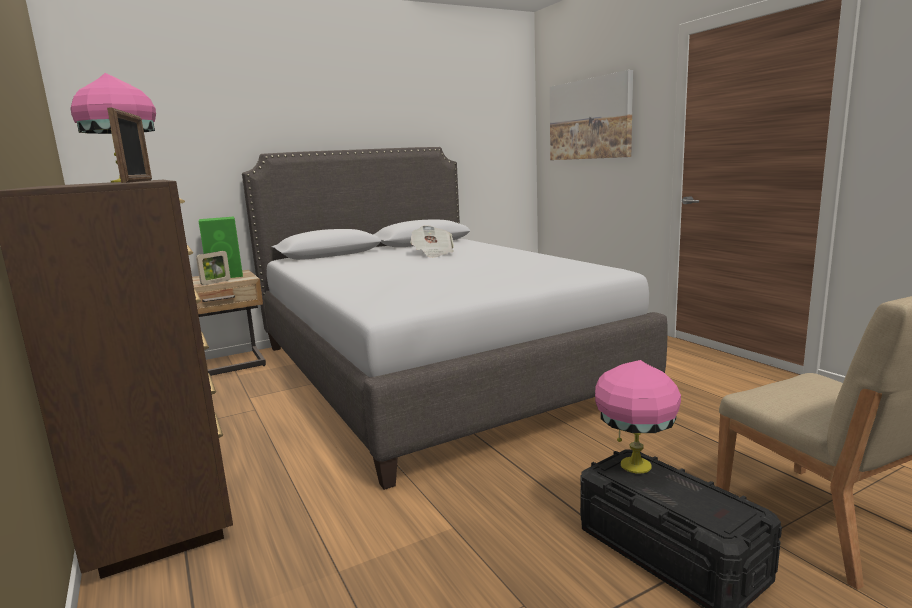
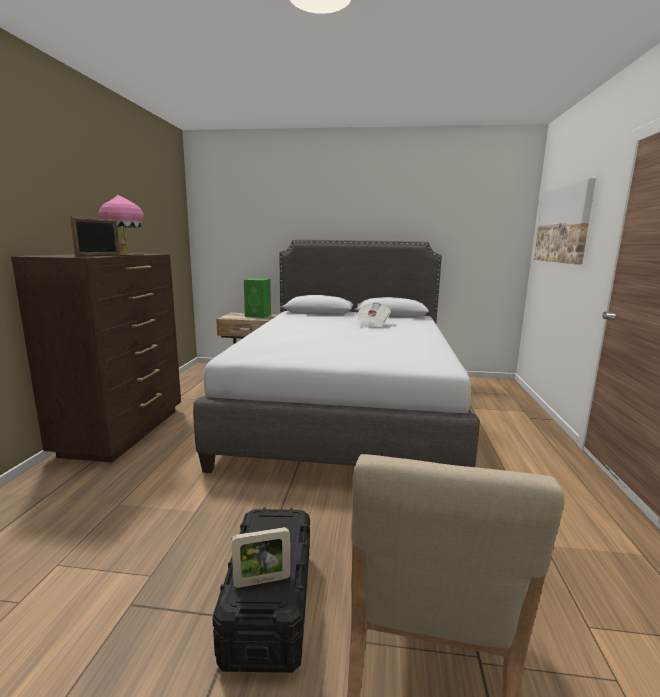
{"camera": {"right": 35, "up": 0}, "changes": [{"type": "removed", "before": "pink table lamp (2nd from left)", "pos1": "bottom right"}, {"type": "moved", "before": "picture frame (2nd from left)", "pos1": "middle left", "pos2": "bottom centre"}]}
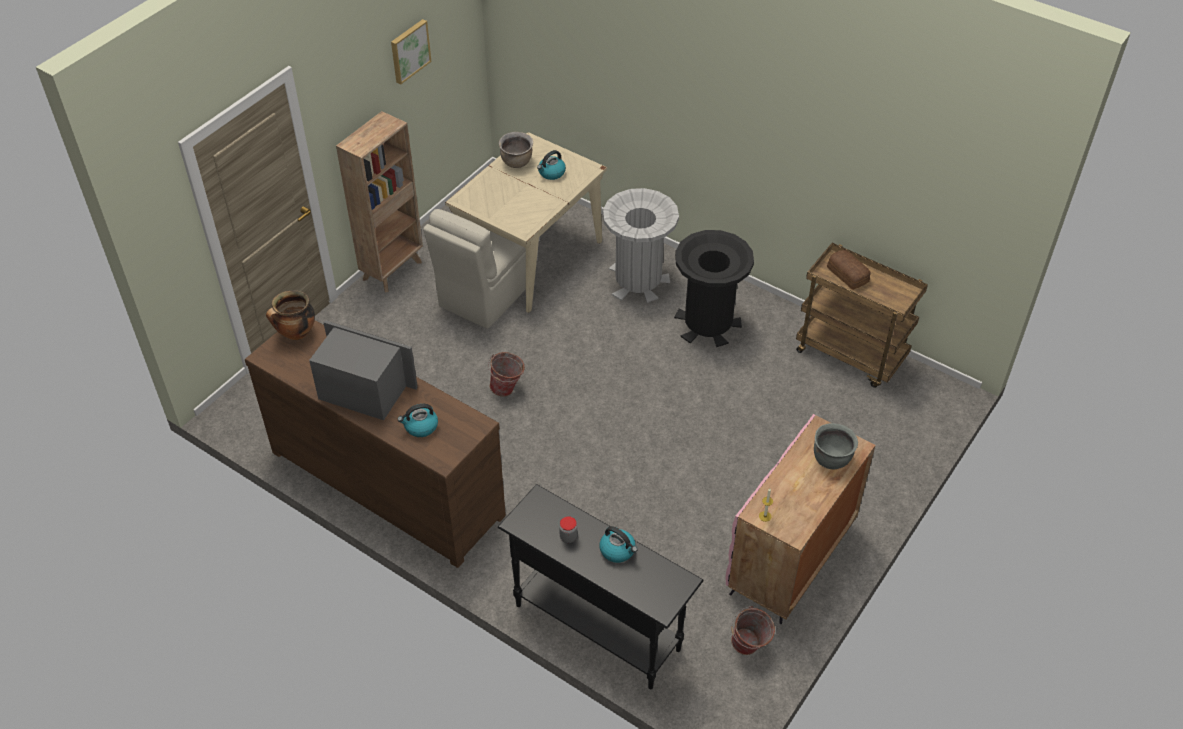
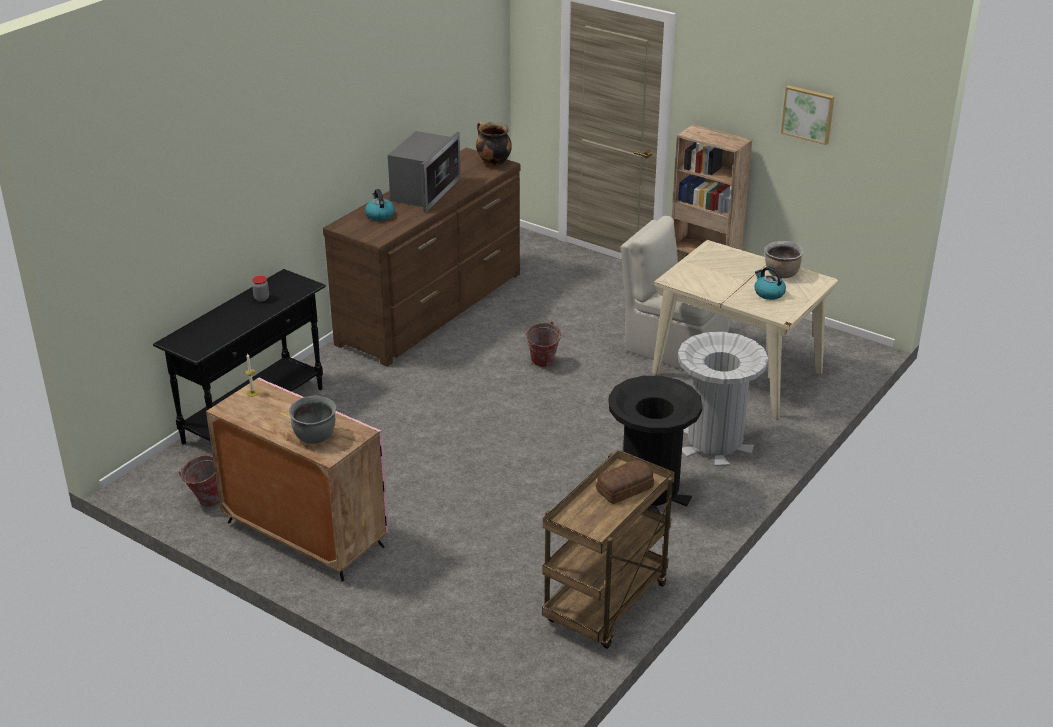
{"camera": {"right": 90, "up": -15}, "changes": [{"type": "removed", "before": "kettle (3rd from left)", "pos1": "bottom centre"}]}
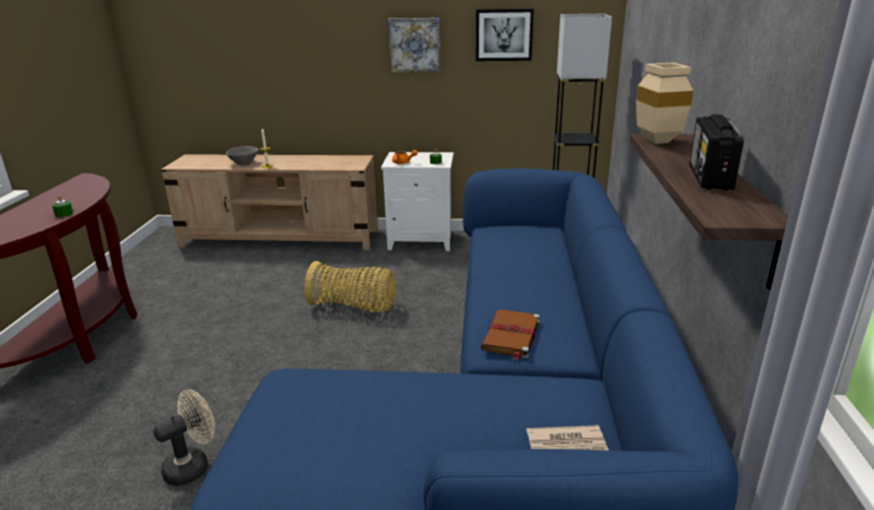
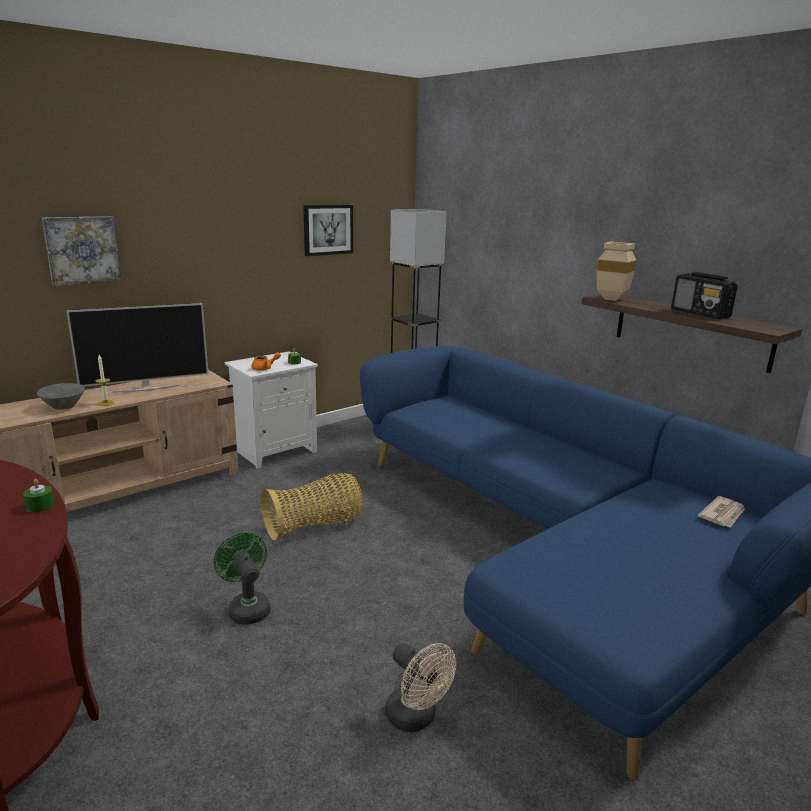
{"camera": {"right": -45, "up": -5}, "changes": [{"type": "removed", "before": "brown book", "pos1": "centre"}, {"type": "added", "after": "television", "pos2": "middle left"}, {"type": "added", "after": "green fan", "pos2": "bottom left"}, {"type": "moved", "before": "picture (1st from left)", "pos1": "top centre", "pos2": "top left"}, {"type": "turned", "before": "beige fan", "pos1": "bottom left", "pos2": "bottom centre", "turn": 135}]}
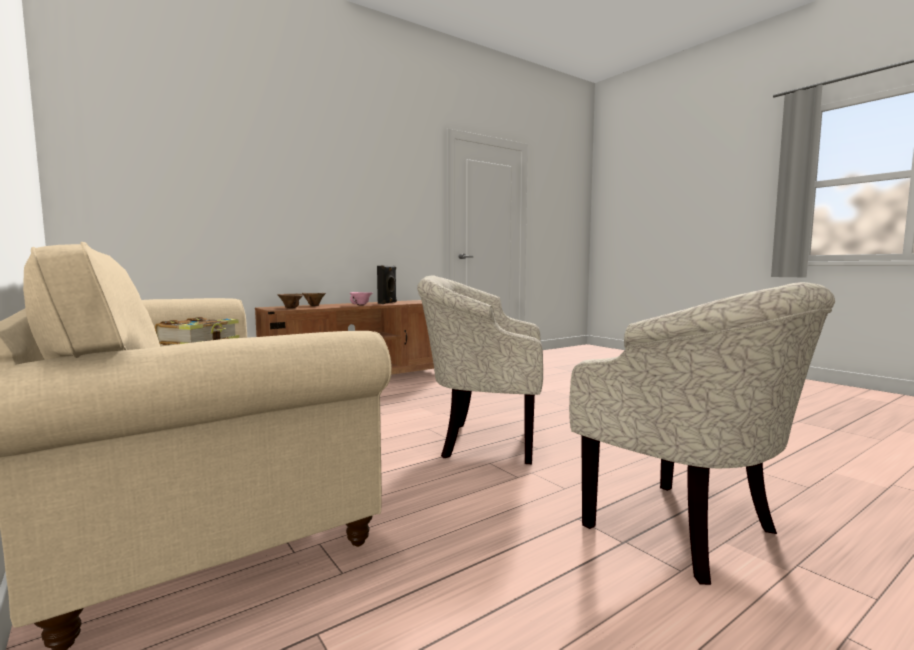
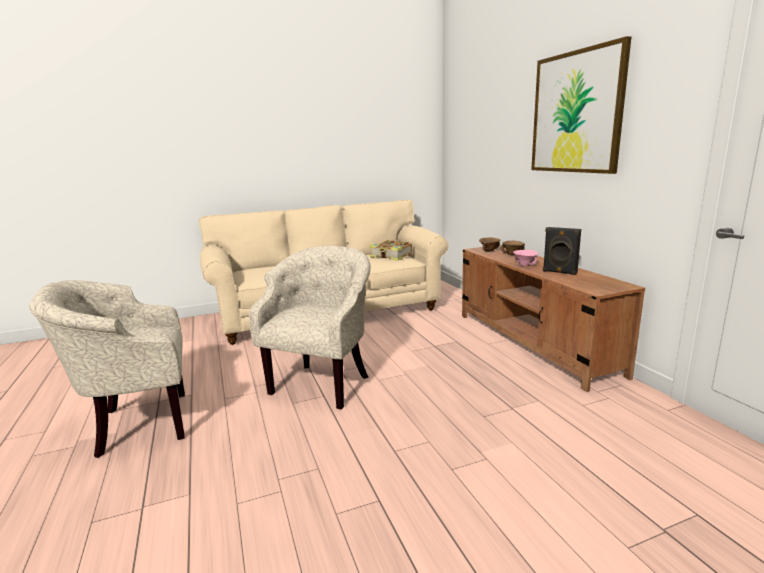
{"camera": {"right": 105, "up": 10}, "changes": [{"type": "added", "after": "picture", "pos2": "top right"}]}
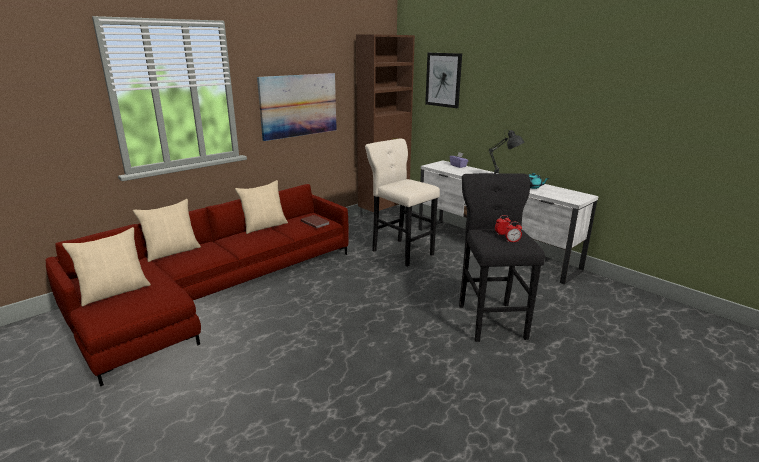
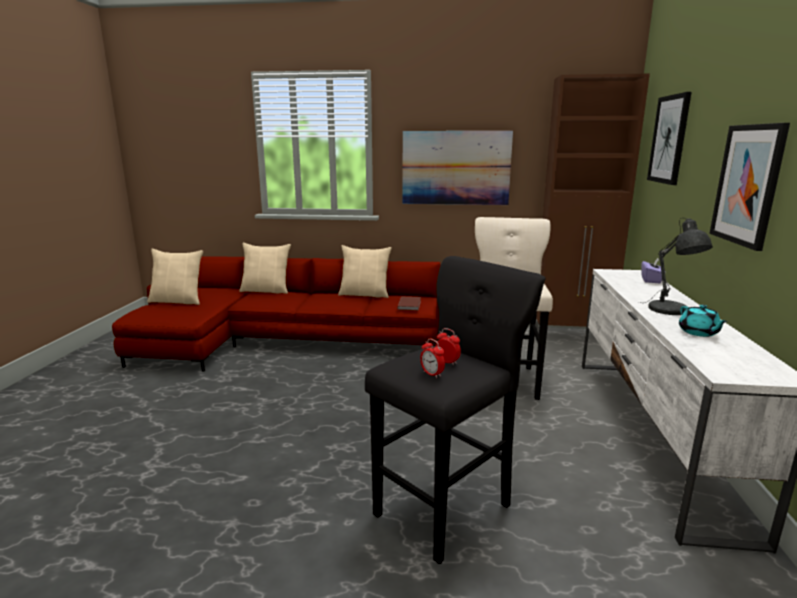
{"camera": {"right": 50, "up": -5}, "changes": [{"type": "added", "after": "picture (3rd from left)", "pos2": "top right"}]}
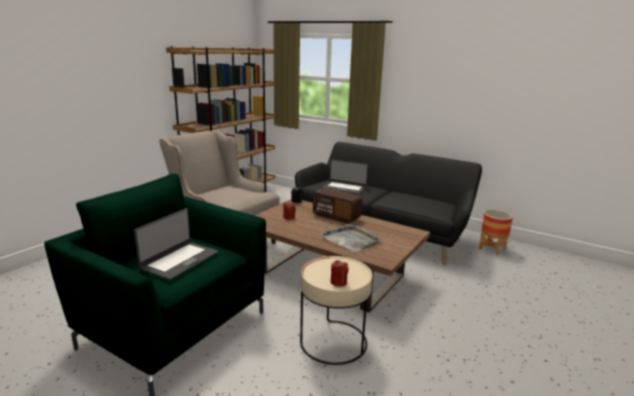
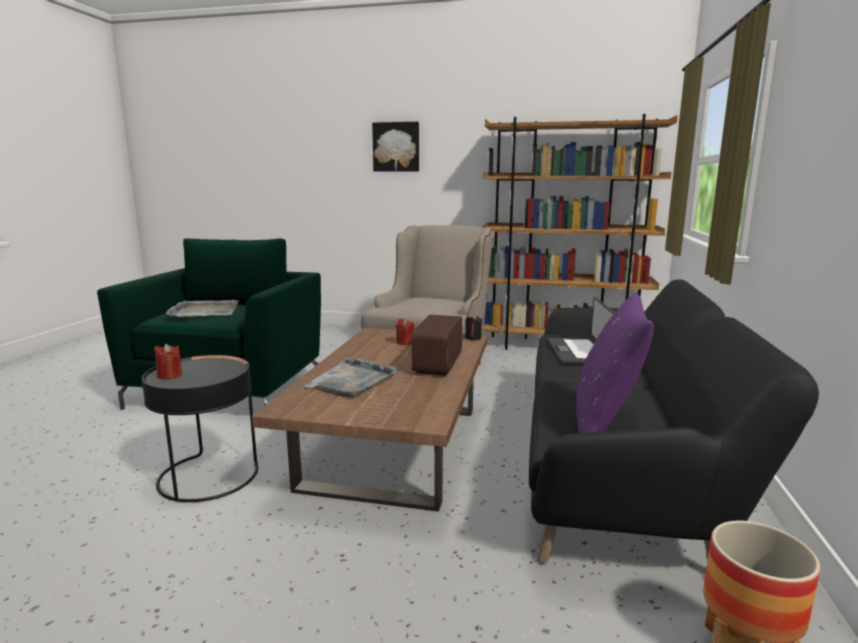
{"camera": {"right": 70, "up": -5}, "changes": [{"type": "added", "after": "picture", "pos2": "top centre"}, {"type": "added", "after": "purple pillow", "pos2": "middle right"}, {"type": "replaced", "before": "laptop (1st from left)", "after": "grey tray (1st from left)", "pos1": "middle left", "pos2": "middle left"}, {"type": "recoloured", "before": "beige side table", "after": "black side table", "pos1": "bottom centre", "pos2": "middle left"}]}
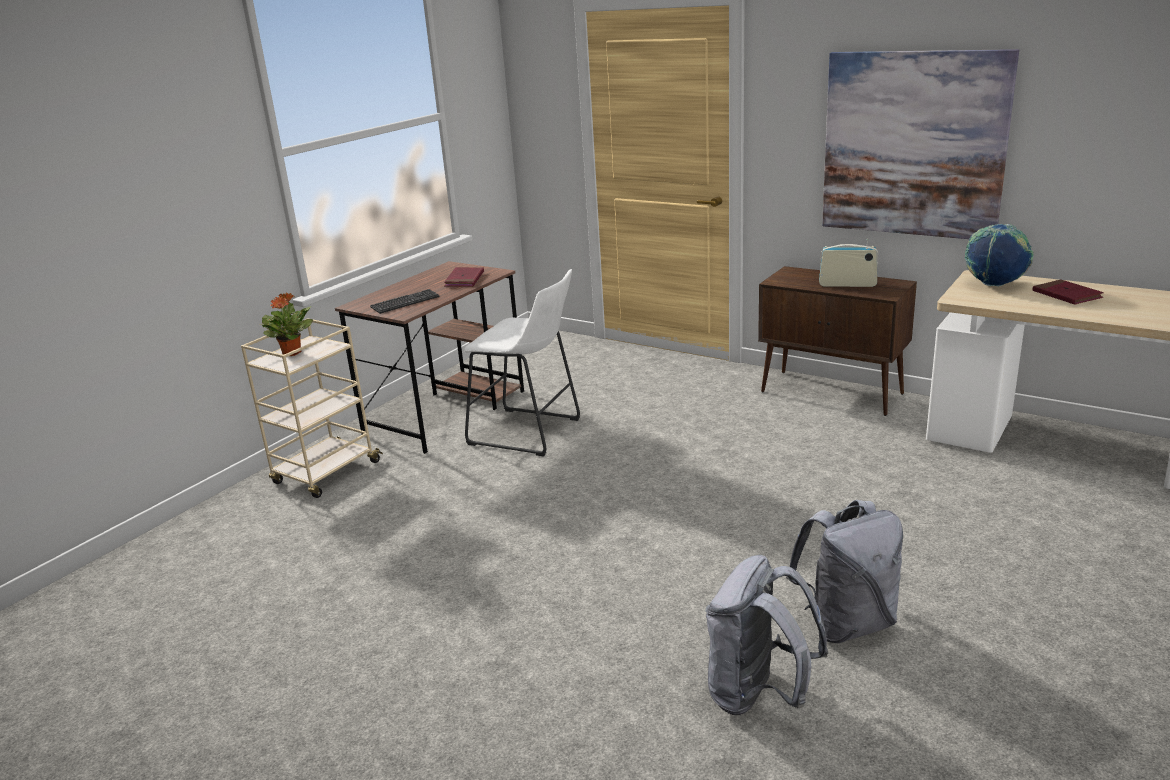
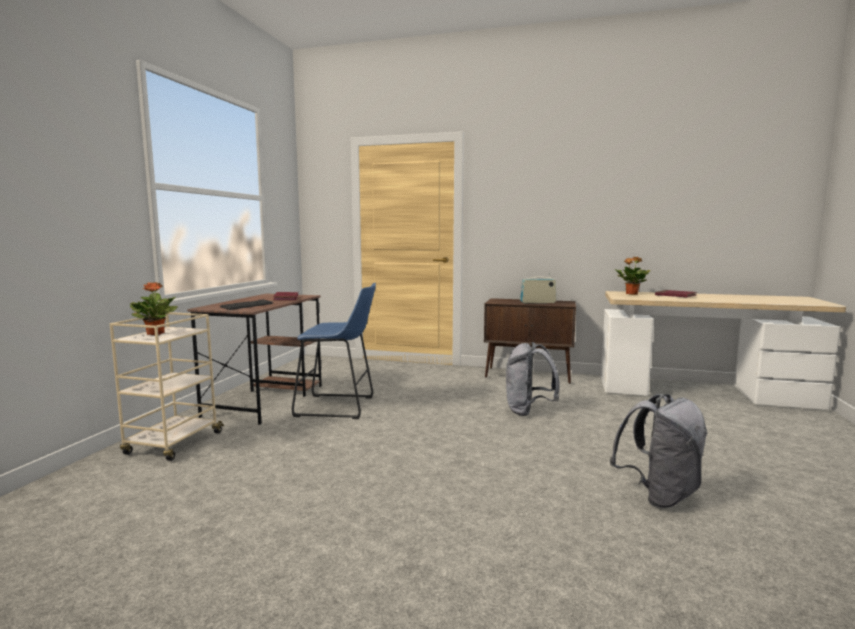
{"camera": {"right": -20, "up": -15}, "changes": [{"type": "removed", "before": "picture", "pos1": "top right"}, {"type": "moved", "before": "grey backpack (1st from left)", "pos1": "bottom centre", "pos2": "centre"}, {"type": "replaced", "before": "globe", "after": "potted plant (2nd from left)", "pos1": "top right", "pos2": "middle right"}, {"type": "recoloured", "before": "white stool", "after": "blue stool", "pos1": "centre", "pos2": "centre"}]}
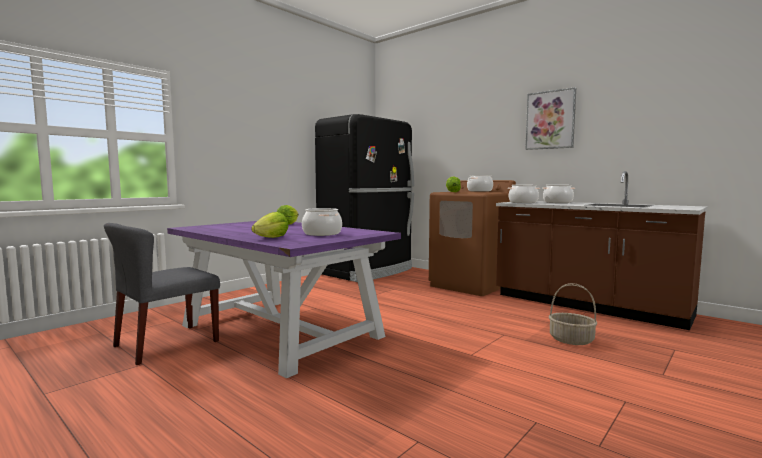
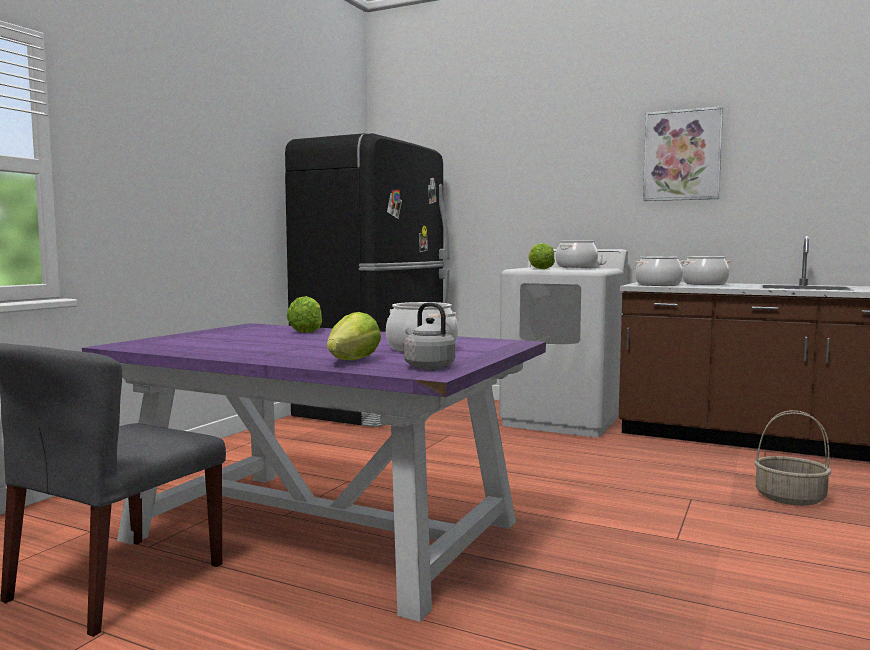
{"camera": {"right": -15, "up": 0}, "changes": [{"type": "added", "after": "grey kettle", "pos2": "centre"}, {"type": "recoloured", "before": "brown washing machine", "after": "white washing machine", "pos1": "centre", "pos2": "centre"}]}
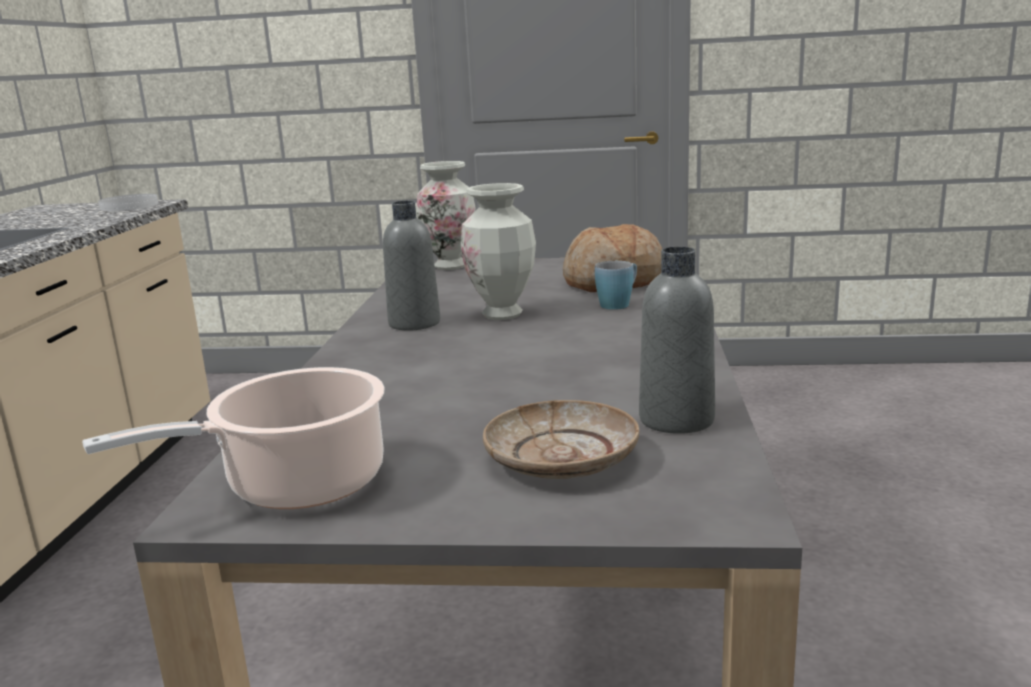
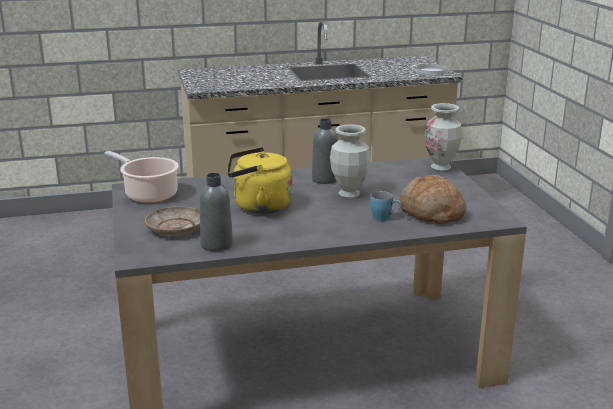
{"camera": {"right": 70, "up": 5}, "changes": [{"type": "added", "after": "yellow kettle", "pos2": "centre"}]}
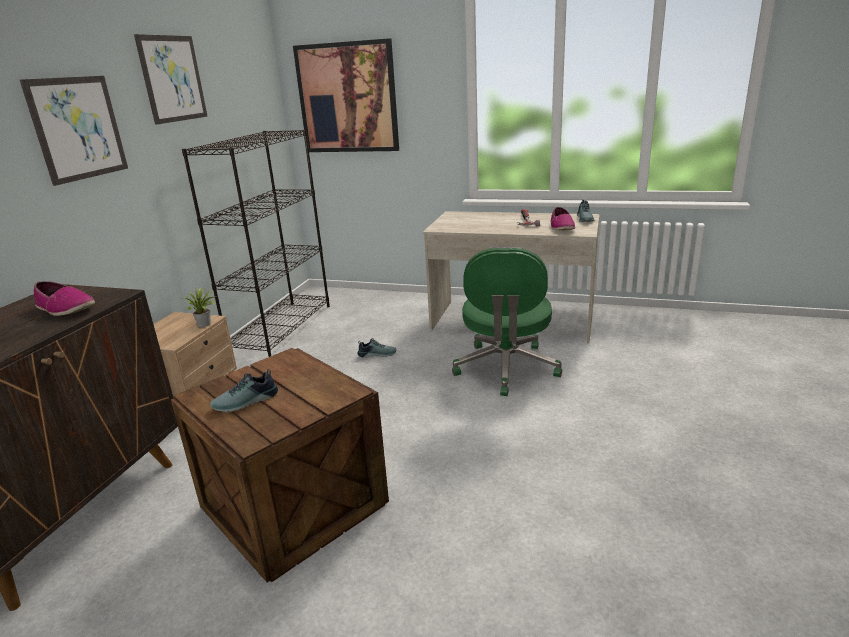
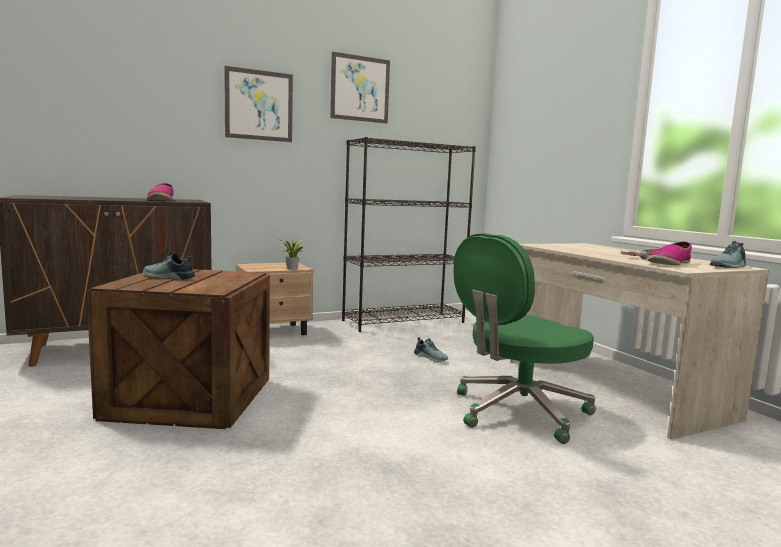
{"camera": {"right": 45, "up": -15}, "changes": [{"type": "removed", "before": "picture (3rd from left)", "pos1": "top centre"}]}
